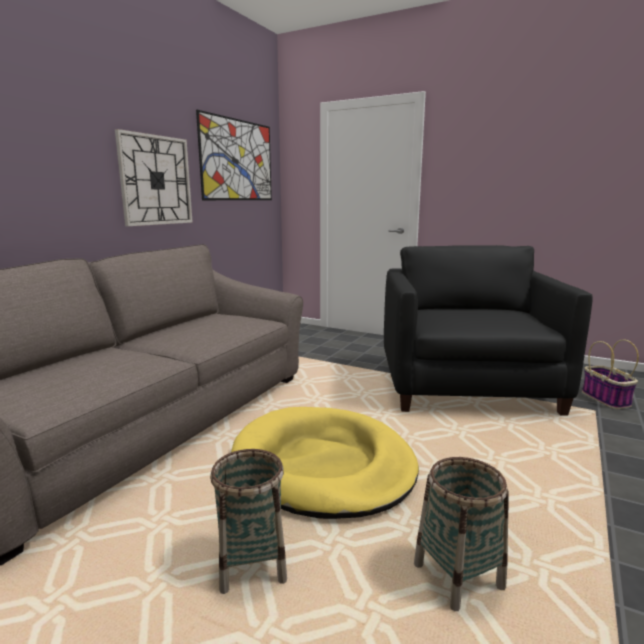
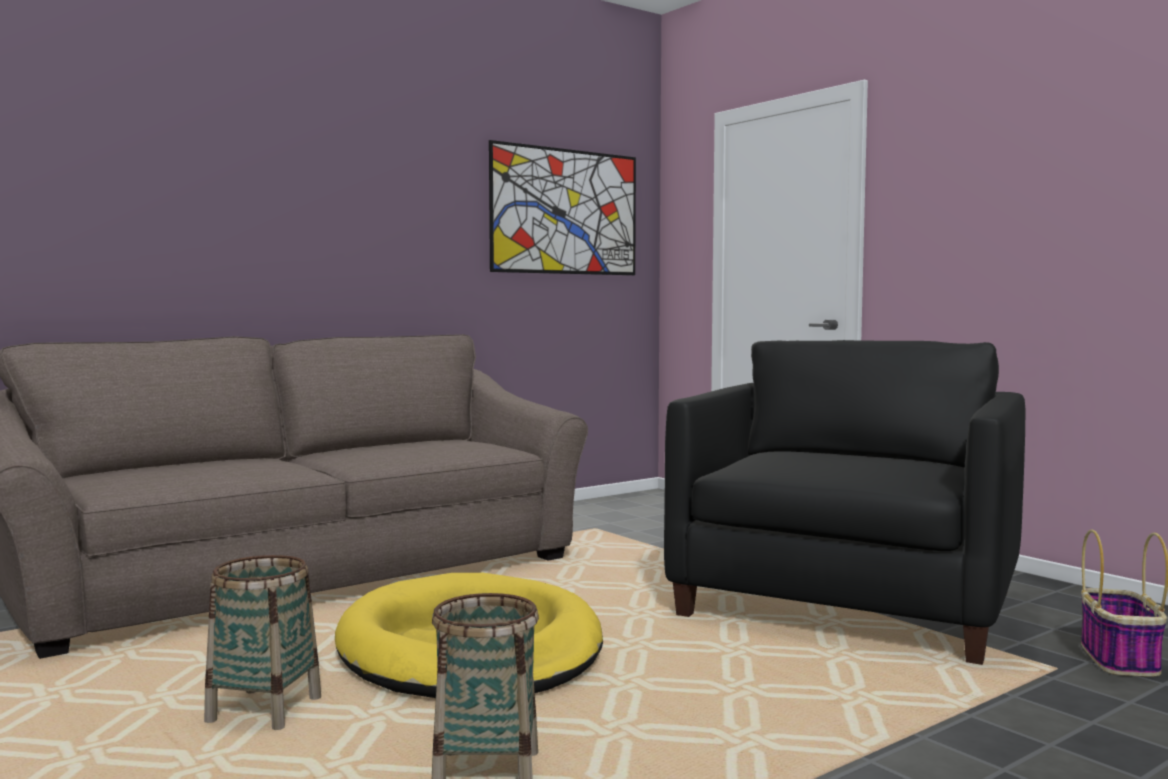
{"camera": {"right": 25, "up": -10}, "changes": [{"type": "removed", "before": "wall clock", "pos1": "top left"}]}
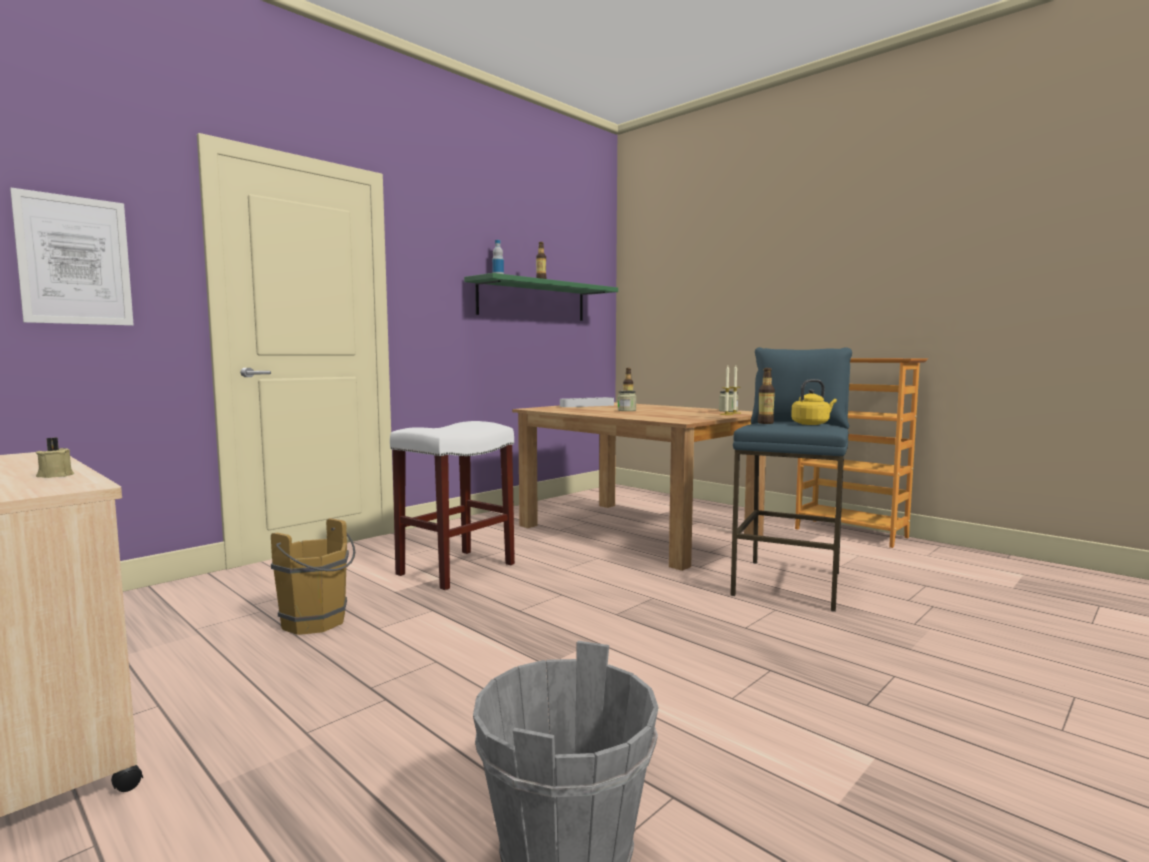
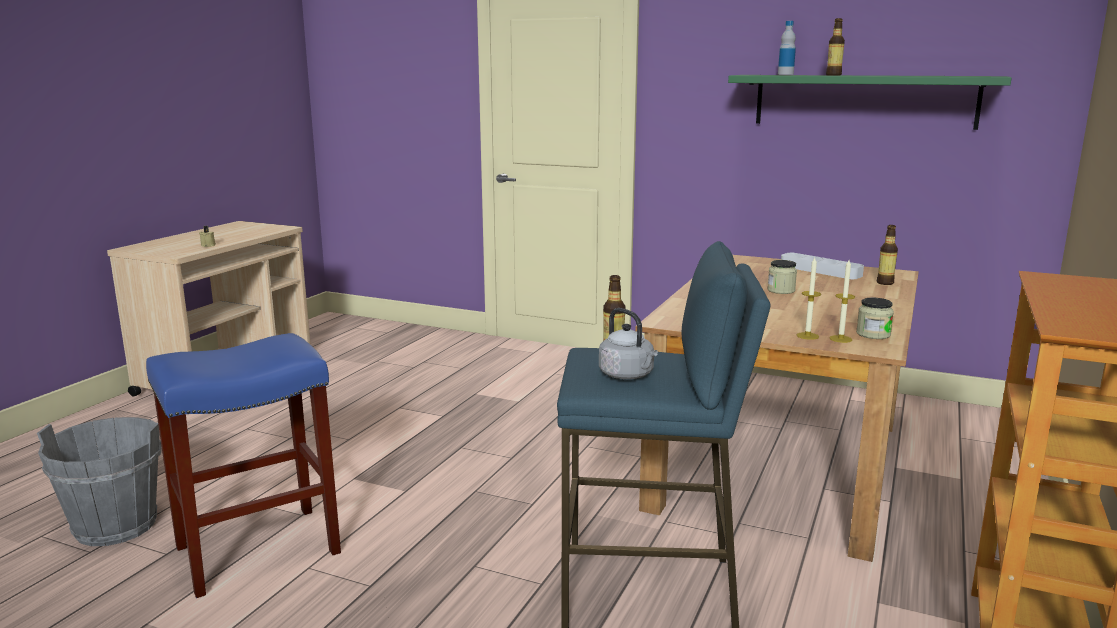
{"camera": {"right": 70, "up": 10}, "changes": [{"type": "removed", "before": "picture", "pos1": "top left"}, {"type": "removed", "before": "brown bucket", "pos1": "bottom left"}, {"type": "removed", "before": "white stool", "pos1": "centre"}, {"type": "added", "after": "blue stool (1st from left)", "pos2": "bottom left"}, {"type": "recoloured", "before": "yellow kettle", "after": "grey kettle", "pos1": "middle right", "pos2": "centre"}]}
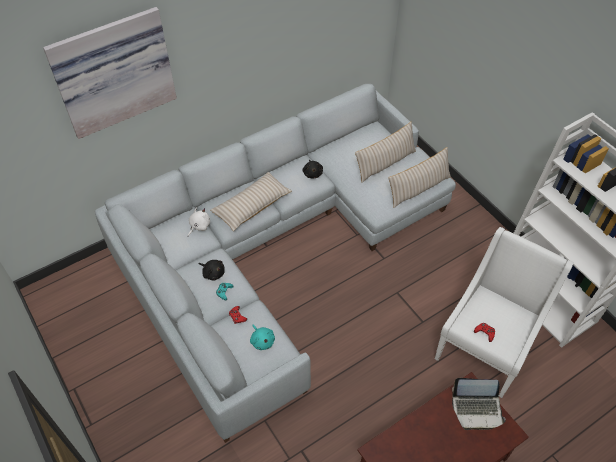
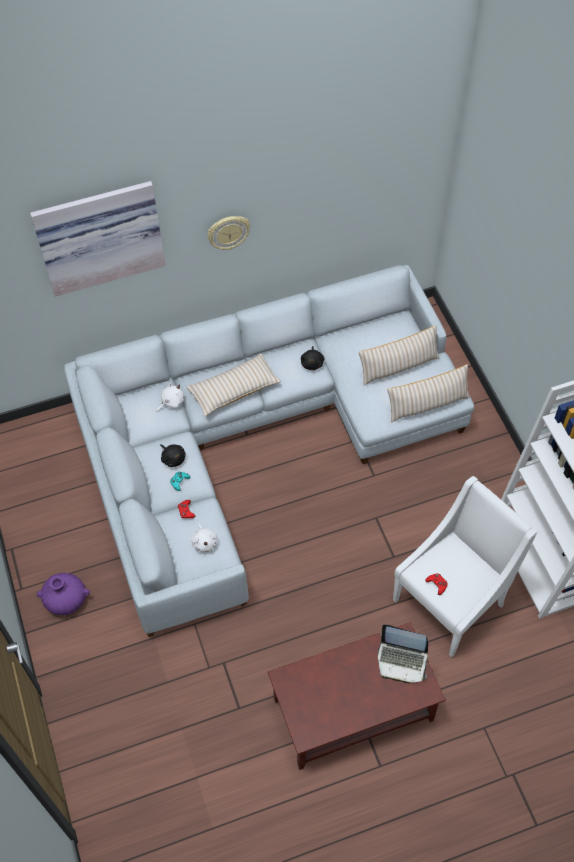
{"camera": {"right": 15, "up": 5}, "changes": [{"type": "added", "after": "purple vase", "pos2": "bottom left"}, {"type": "added", "after": "wall clock", "pos2": "top centre"}, {"type": "recoloured", "before": "turquoise plush toy", "after": "white plush toy (2nd from left)", "pos1": "bottom centre", "pos2": "centre"}]}
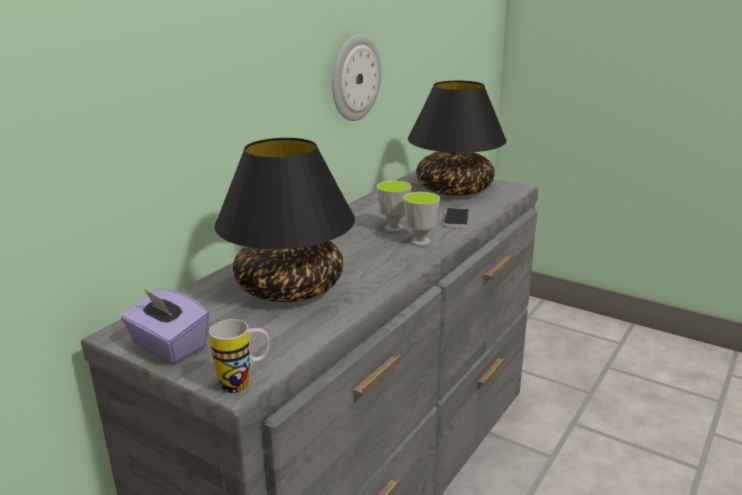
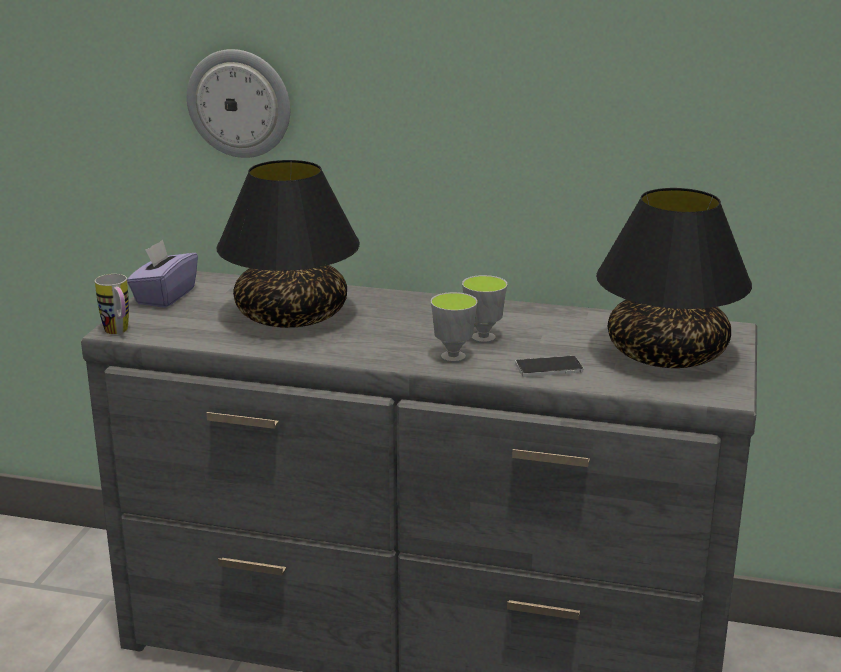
{"camera": {"right": 70, "up": 0}, "changes": [{"type": "moved", "before": "wall clock", "pos1": "top centre", "pos2": "top left"}]}
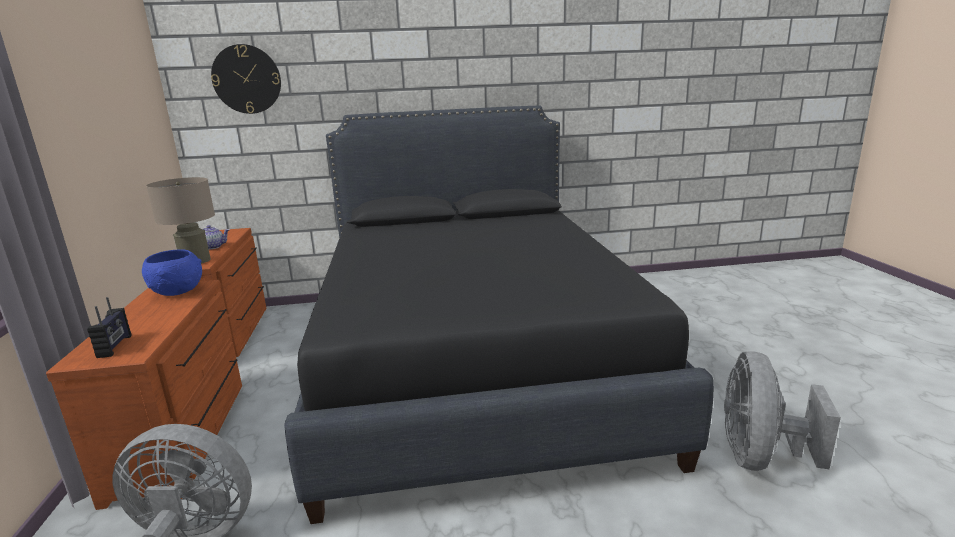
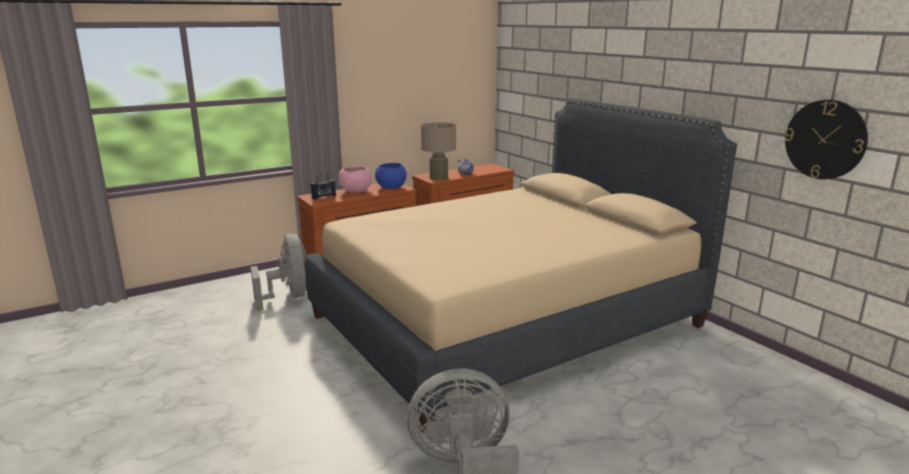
{"camera": {"right": 65, "up": 0}, "changes": [{"type": "added", "after": "pink bowl", "pos2": "centre"}, {"type": "moved", "before": "wall clock", "pos1": "top left", "pos2": "top right"}, {"type": "recoloured", "before": "black bed", "after": "beige bed", "pos1": "centre", "pos2": "centre"}]}
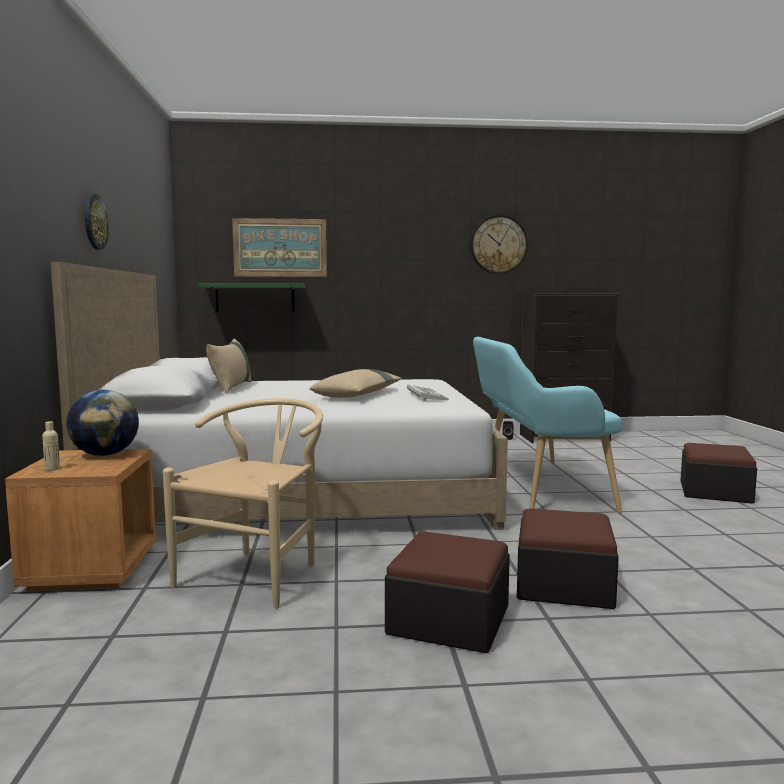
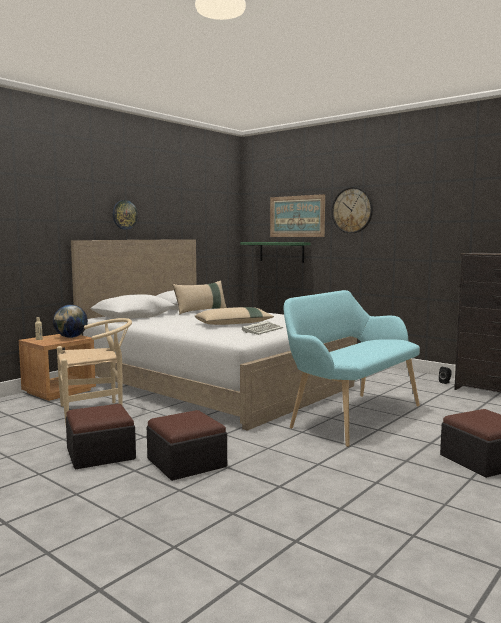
{"camera": {"right": 45, "up": 0}, "changes": [{"type": "moved", "before": "wall clock (2nd from left)", "pos1": "top centre", "pos2": "middle right"}]}
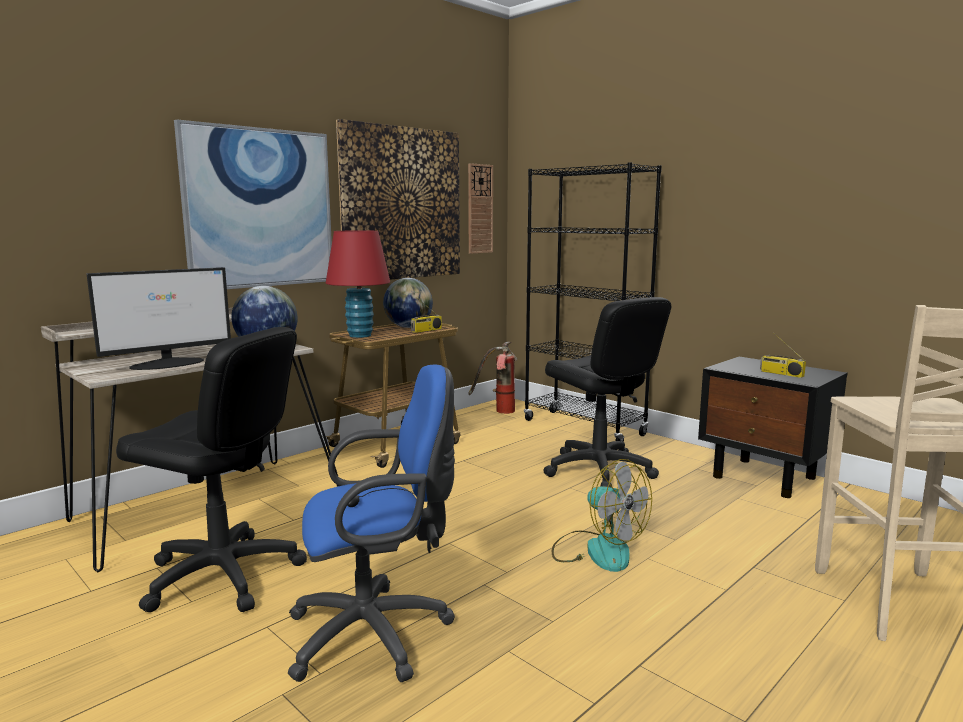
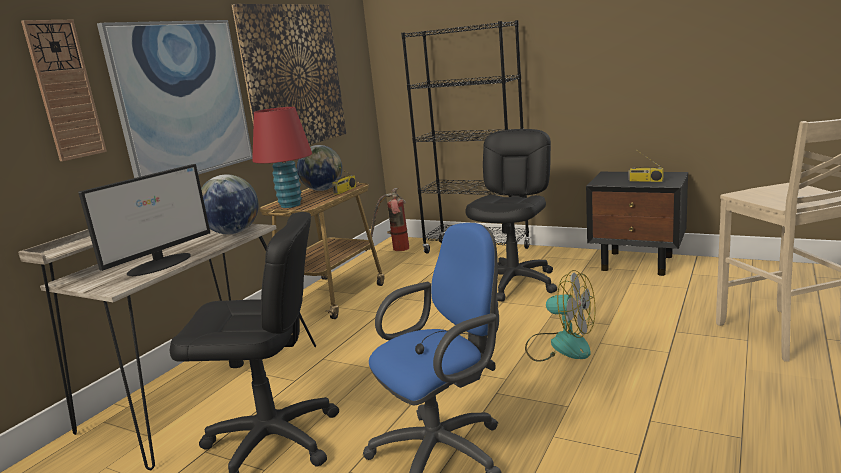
{"camera": {"right": -15, "up": 5}, "changes": [{"type": "moved", "before": "wall clock", "pos1": "top centre", "pos2": "top left"}, {"type": "turned", "before": "black office chair (2nd from left)", "pos1": "centre", "pos2": "centre", "turn": -105}]}
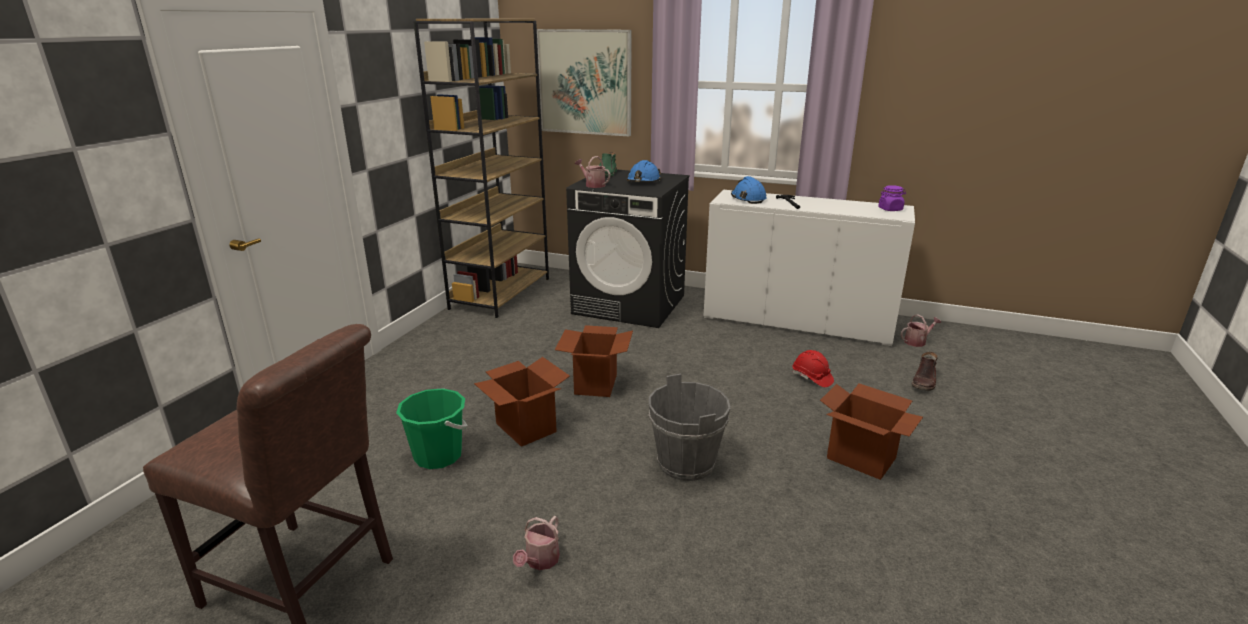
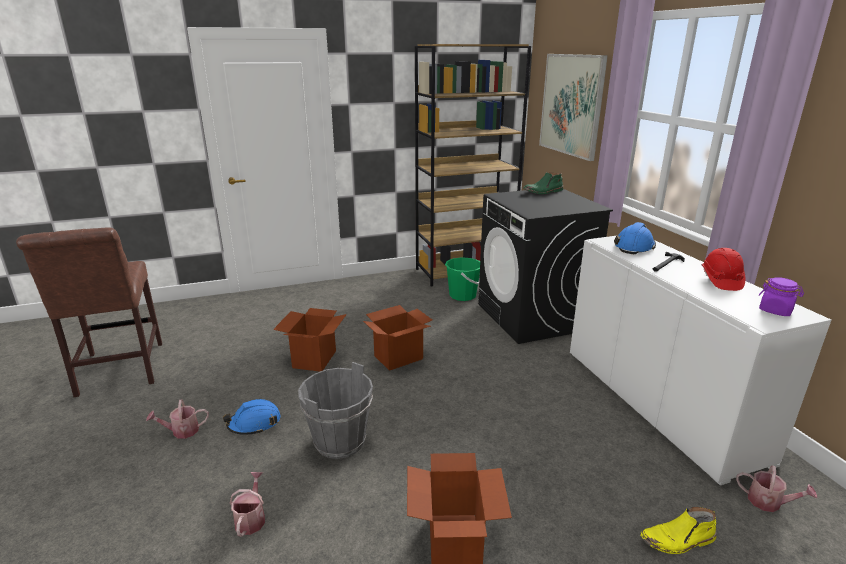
{"camera": {"right": 50, "up": 0}, "changes": [{"type": "moved", "before": "green bucket", "pos1": "bottom centre", "pos2": "centre"}, {"type": "moved", "before": "watering can (2nd from left)", "pos1": "top centre", "pos2": "bottom left"}, {"type": "moved", "before": "blue hard hat (1st from left)", "pos1": "top centre", "pos2": "bottom left"}, {"type": "moved", "before": "red hard hat", "pos1": "centre", "pos2": "middle right"}, {"type": "recoloured", "before": "brown boot", "after": "yellow boot", "pos1": "middle right", "pos2": "bottom right"}]}
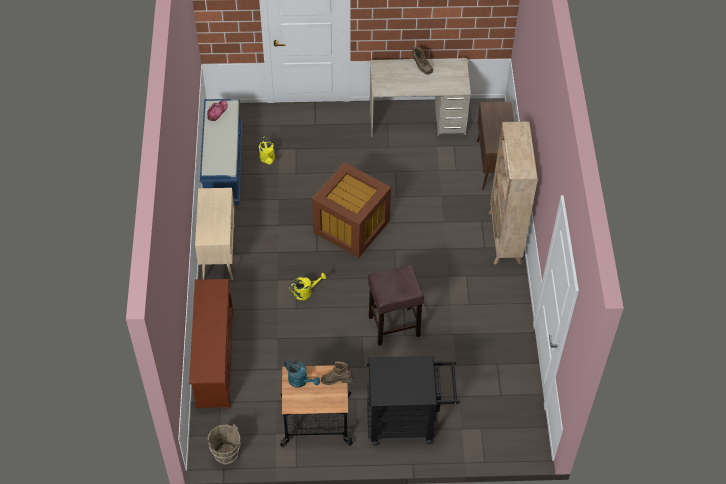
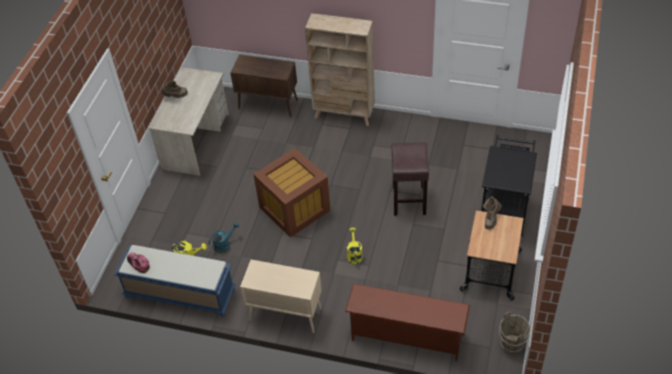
{"camera": {"right": -70, "up": -5}, "changes": [{"type": "moved", "before": "turquoise watering can", "pos1": "bottom centre", "pos2": "centre"}]}
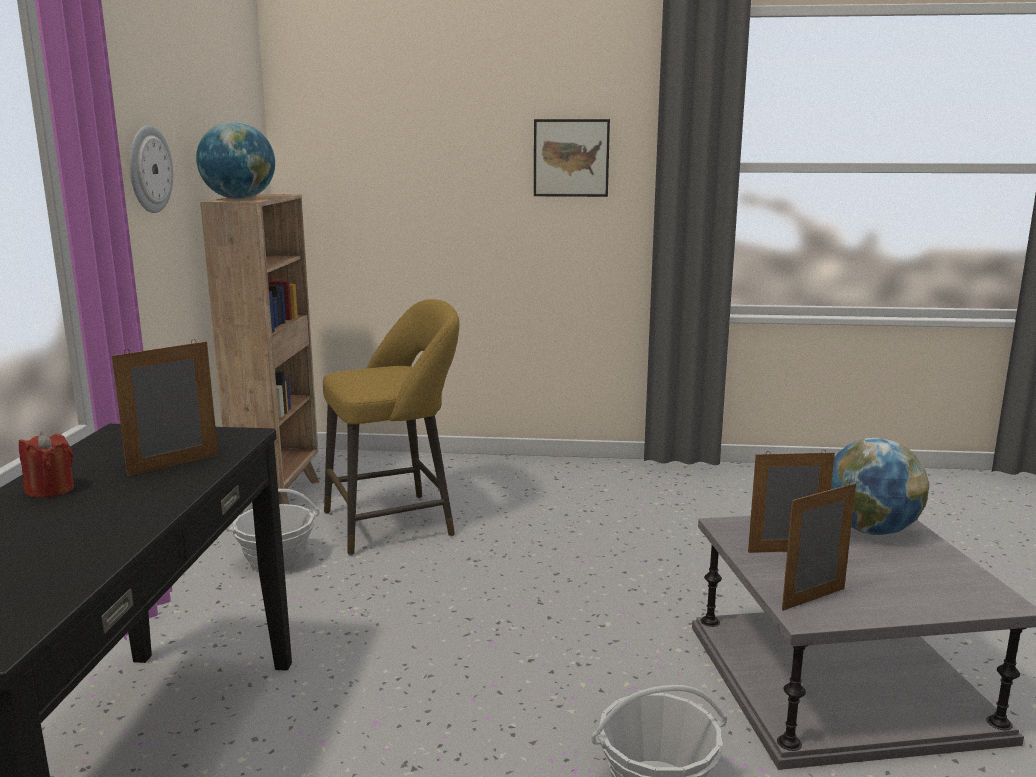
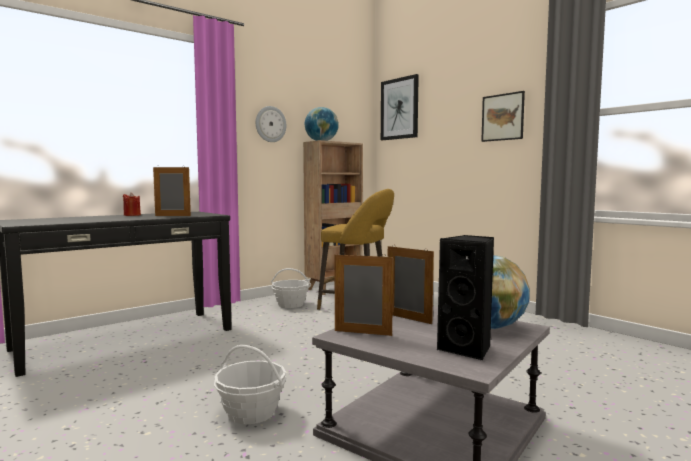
{"camera": {"right": 45, "up": -10}, "changes": [{"type": "added", "after": "picture (1st from left)", "pos2": "top centre"}, {"type": "added", "after": "black speaker", "pos2": "middle right"}]}
